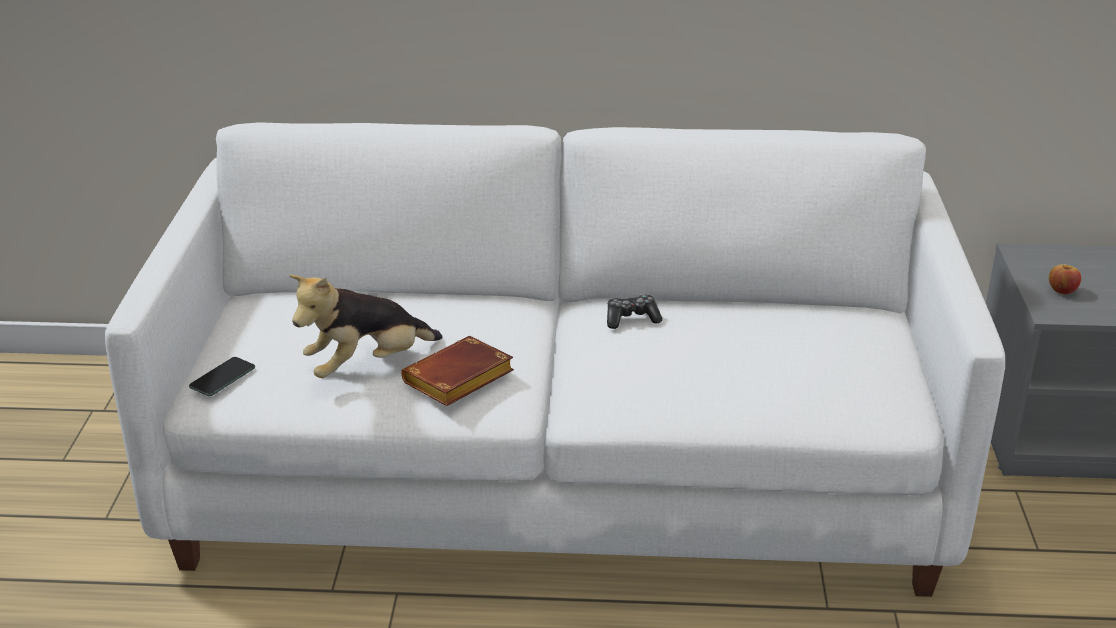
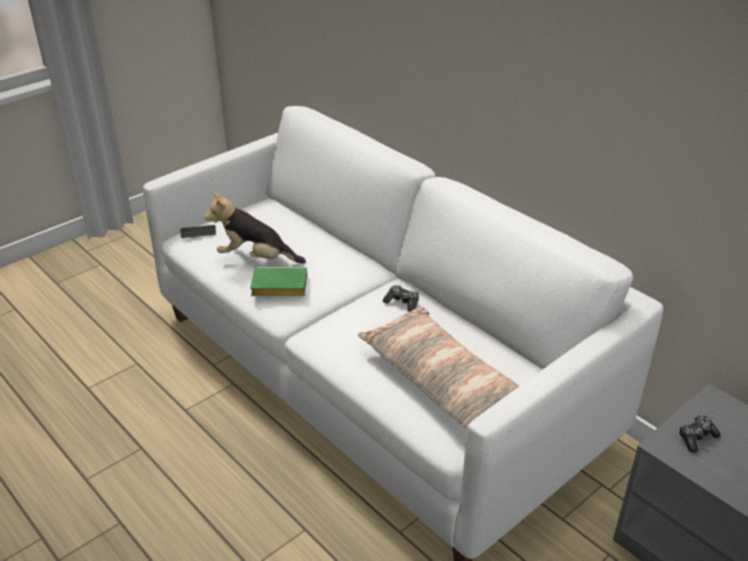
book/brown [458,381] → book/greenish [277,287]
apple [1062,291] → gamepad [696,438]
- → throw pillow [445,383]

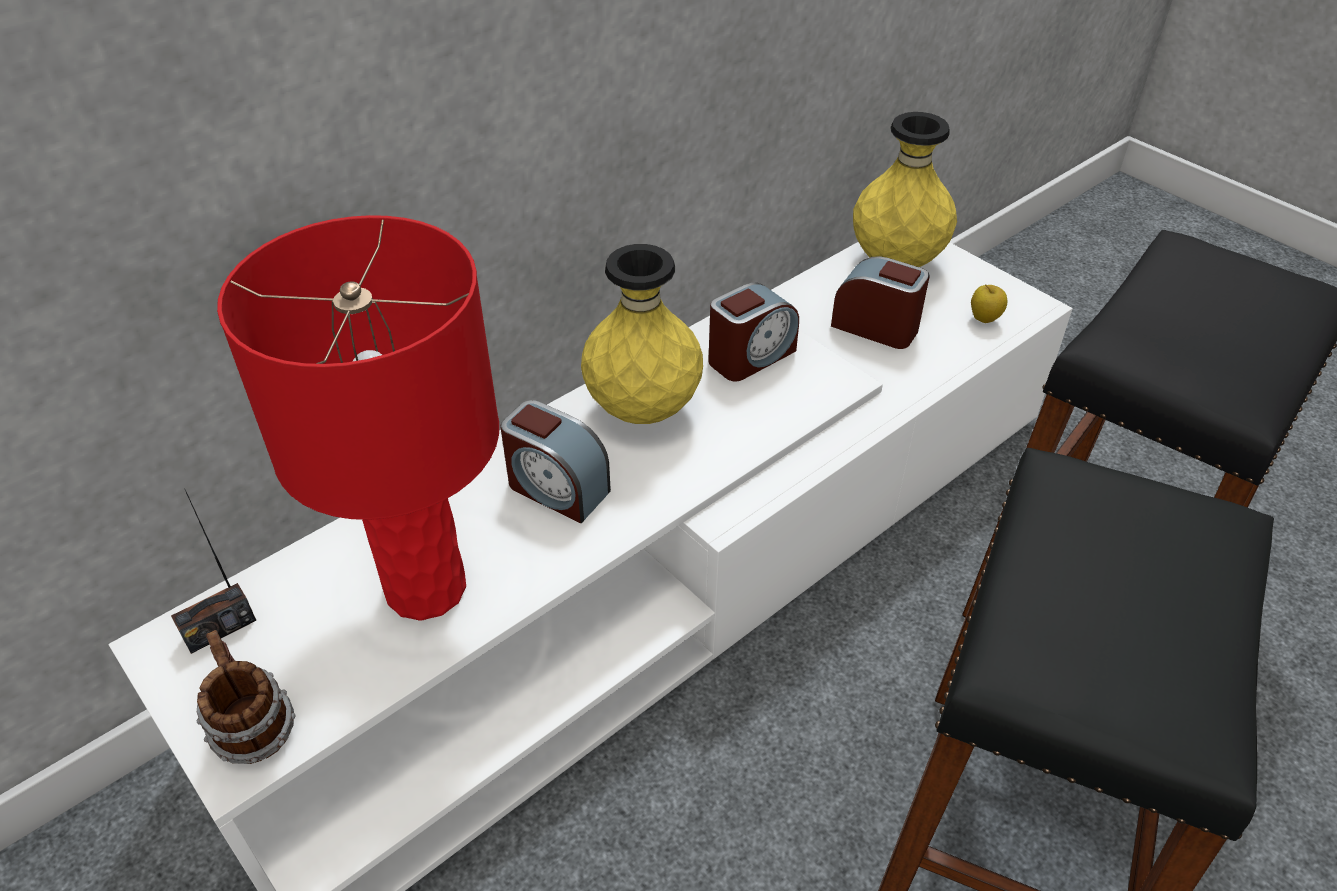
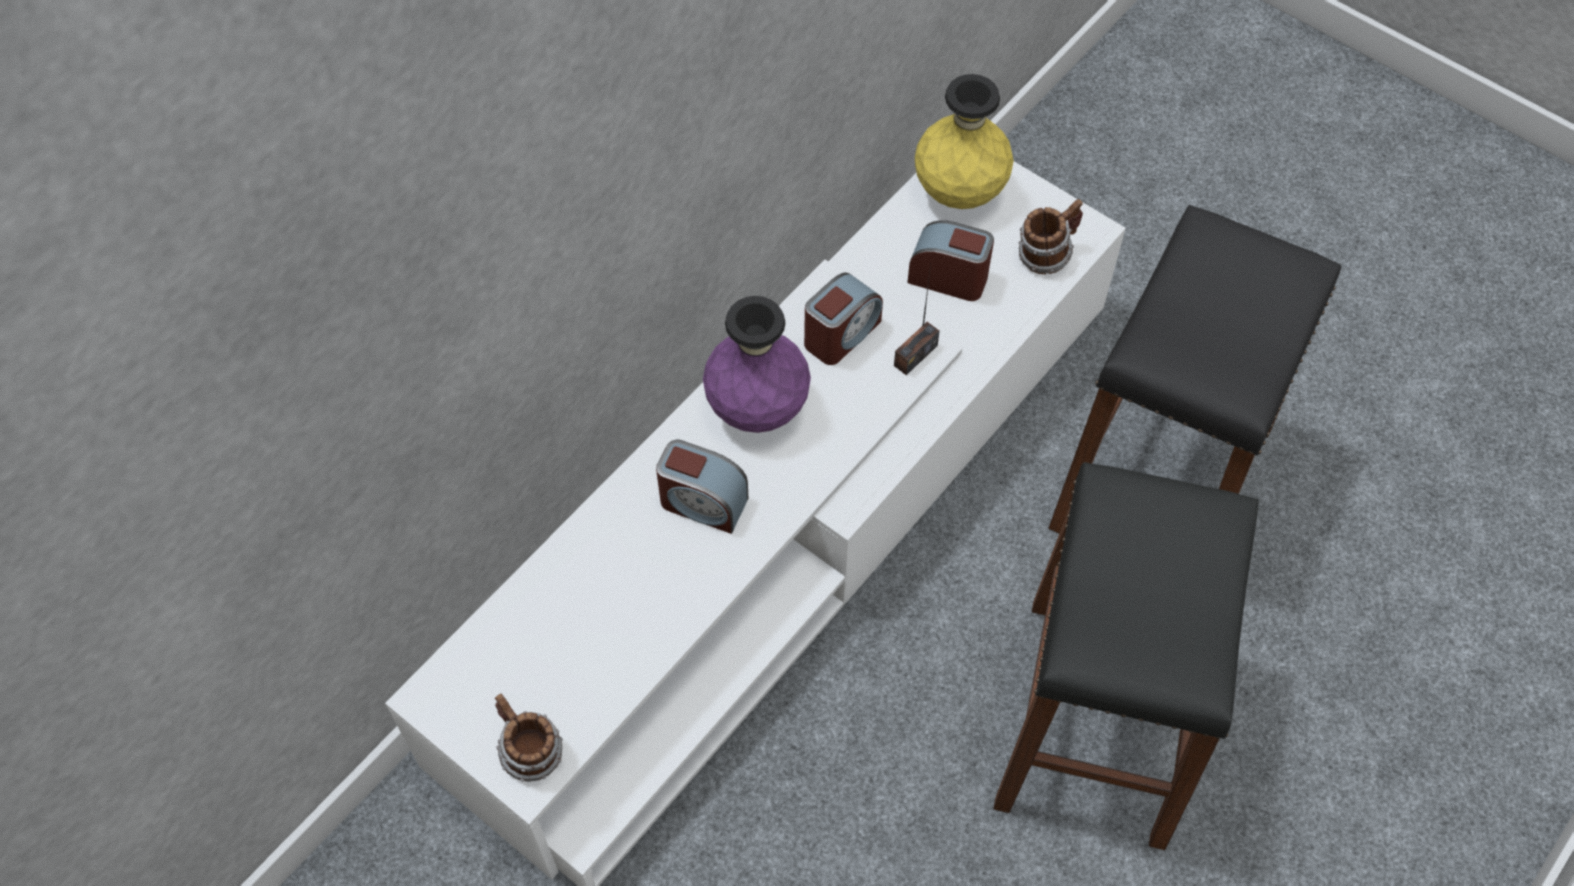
radio receiver [219,628] → radio receiver [915,355], move
table lamp/red-coloured [427,588] → -
flower vase/yellow-coloured [643,411] → flower vase/purple-coloured [757,410]
apple [984,320] → tea mug [1046,255]

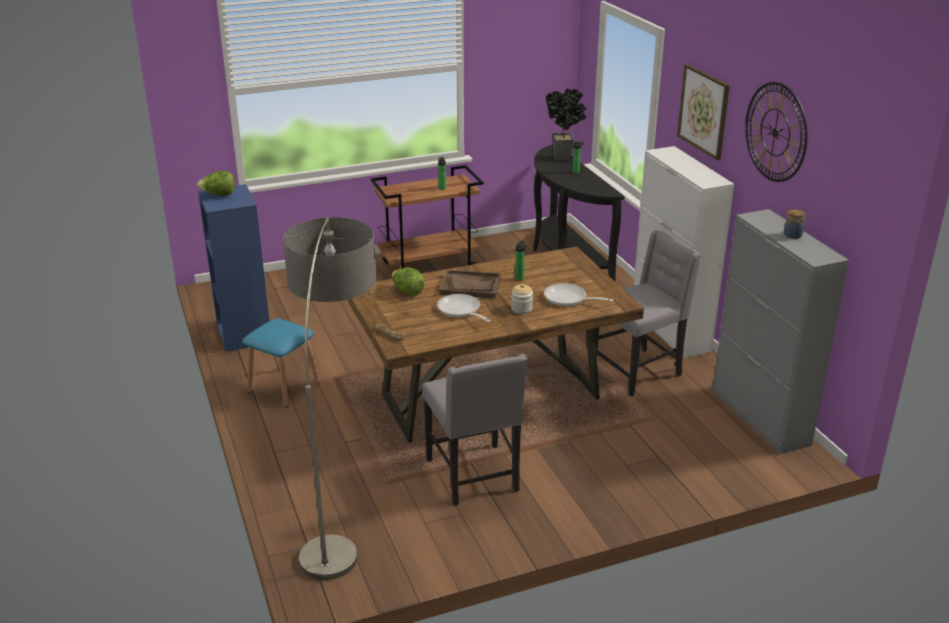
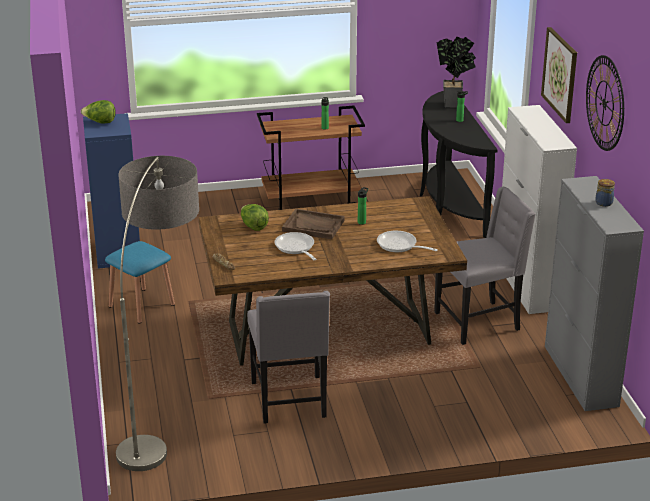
preserve jar [521,309] → -

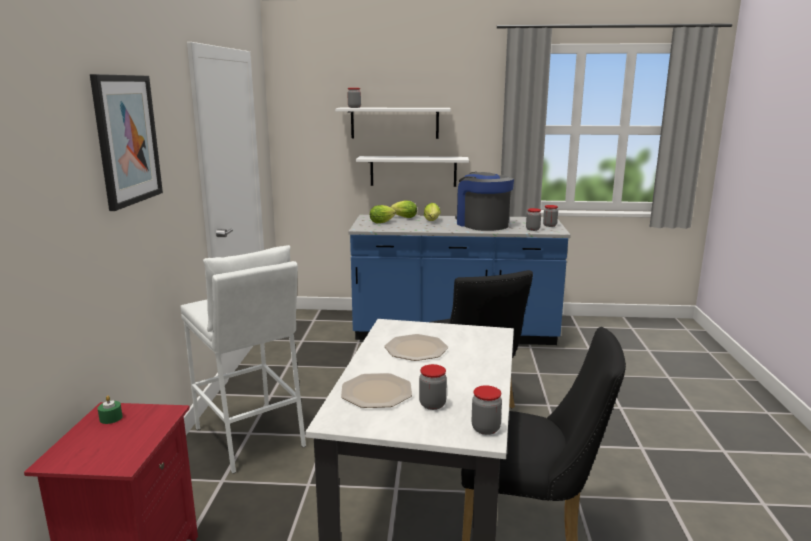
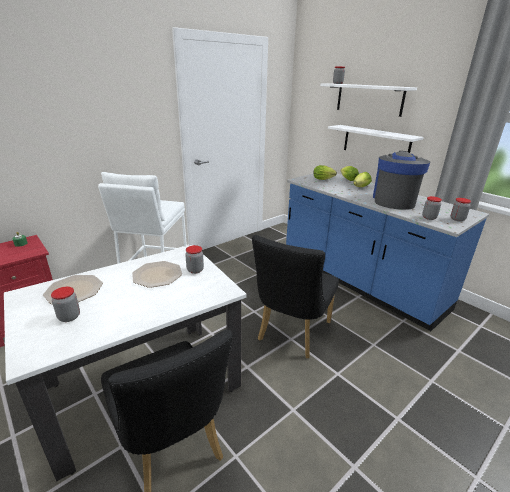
wall art [127,140] → -
preserve jar [485,429] → preserve jar [195,270], move

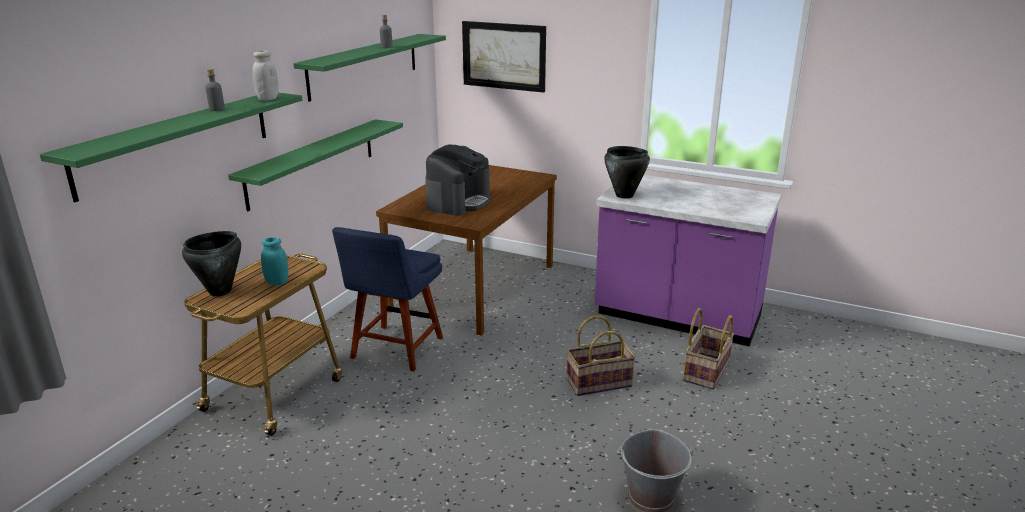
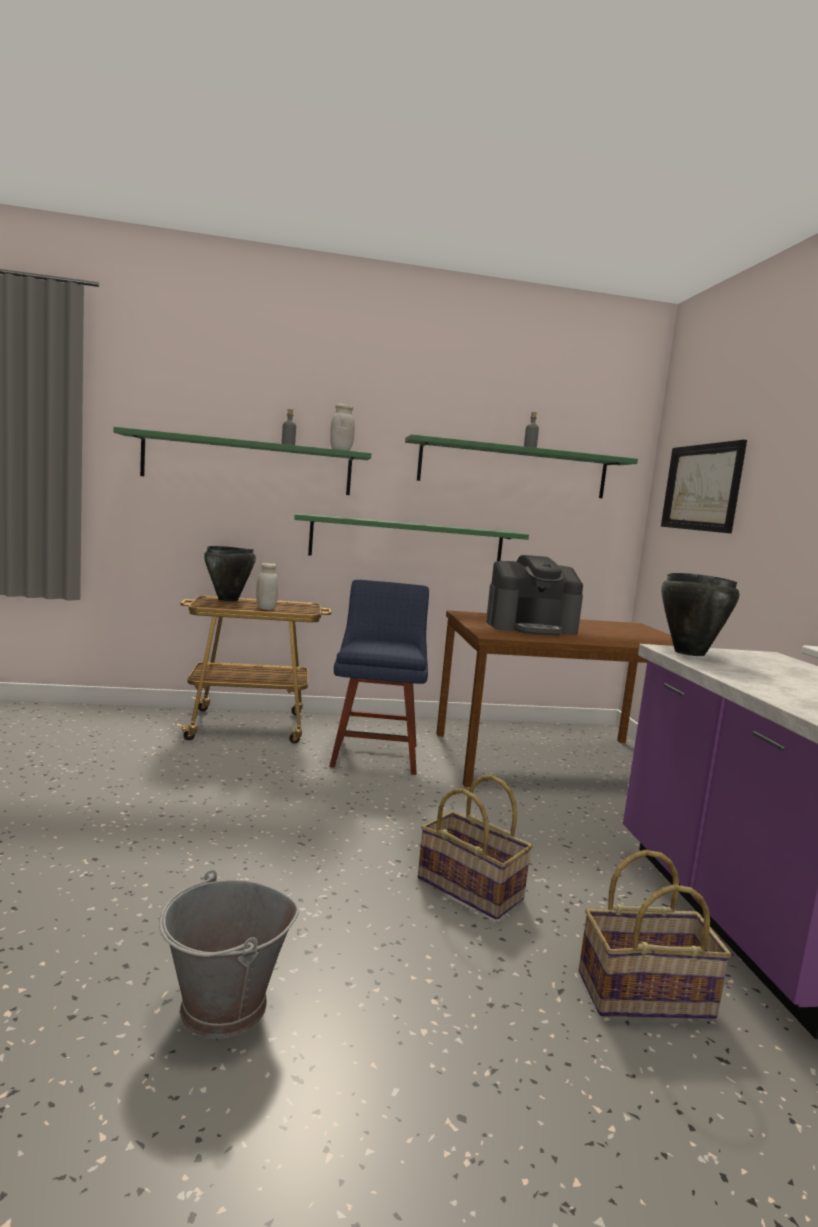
preserve jar/turquoise-coloured [277,282] → preserve jar/white [266,608]
plain chair/blue-coloured [395,350] → plain chair/blue-coloured [375,753], 105 degrees clockwise

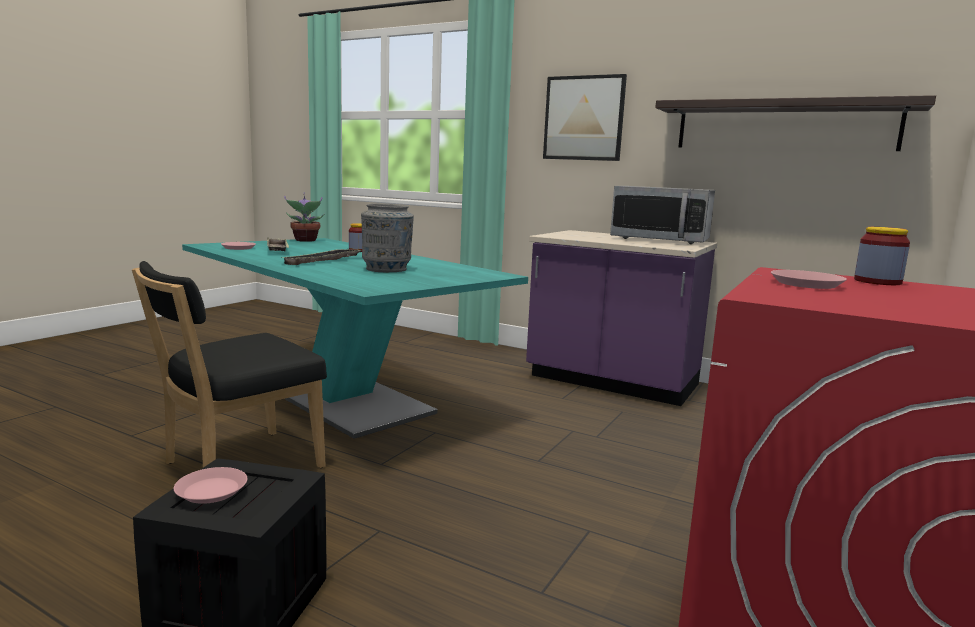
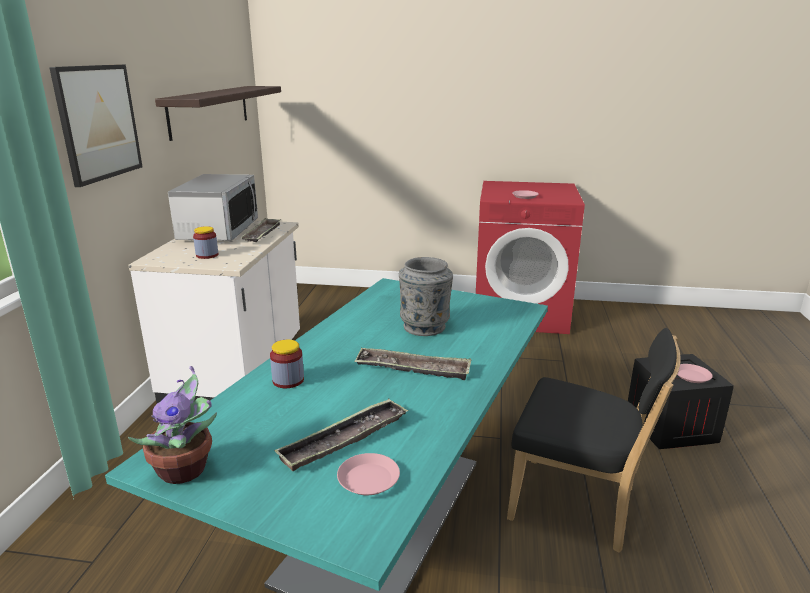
kitchen base unit/purple-coloured [611,382] → kitchen base unit/white [238,372]
preserve jar [877,281] → preserve jar [207,255], move
- → serving tray [262,234]

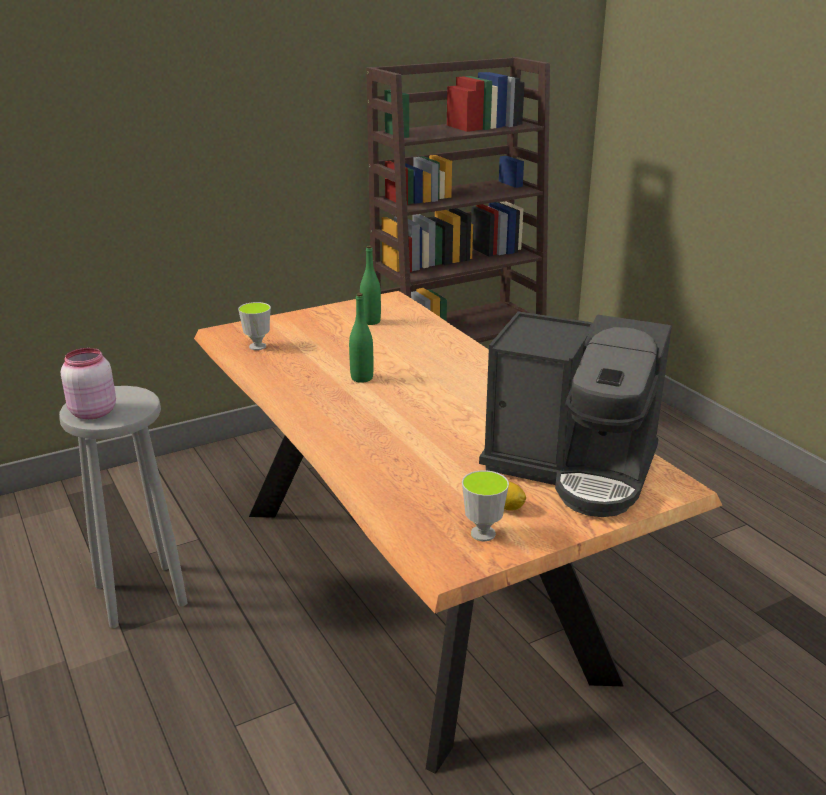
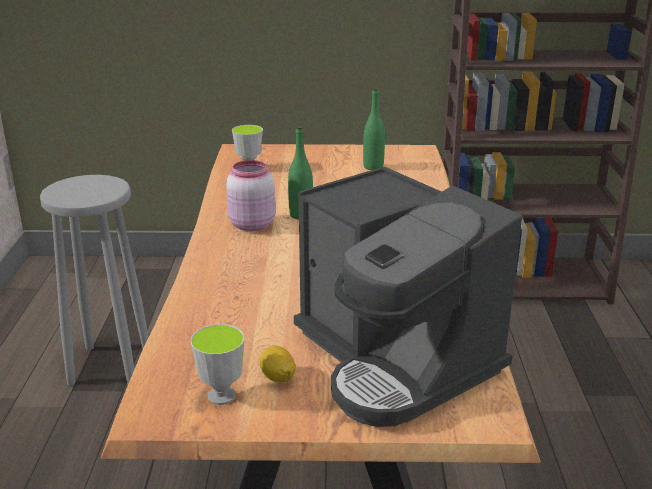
preserve jar/pinkish [92,412] → preserve jar/pinkish [251,224], move

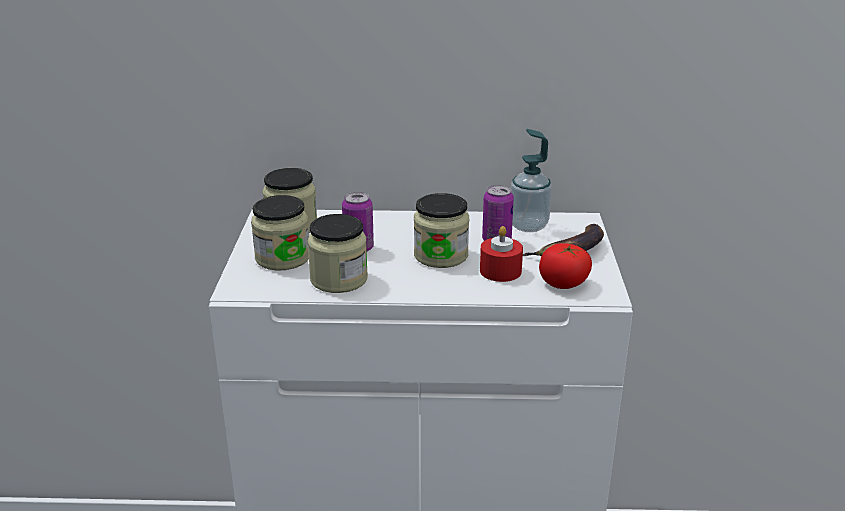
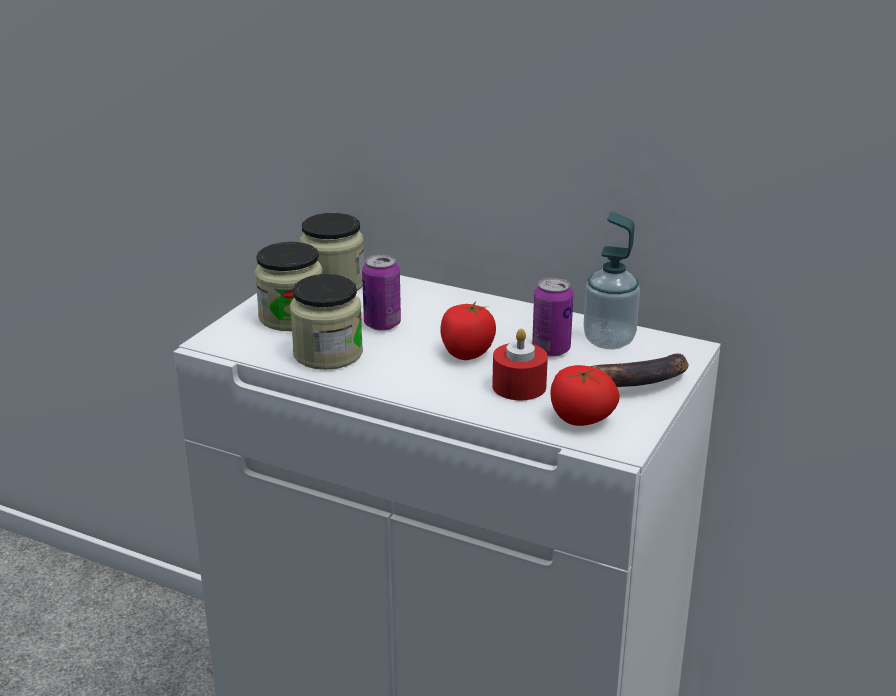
preserve jar [441,255] → fresh tomato [467,352]

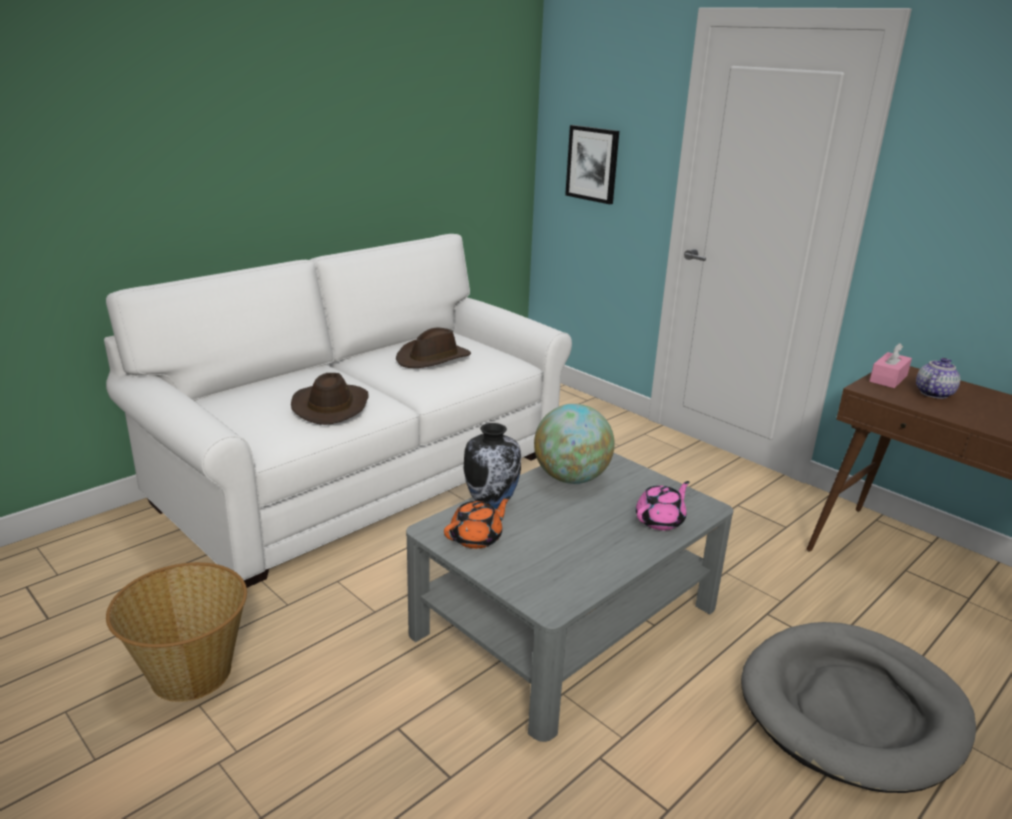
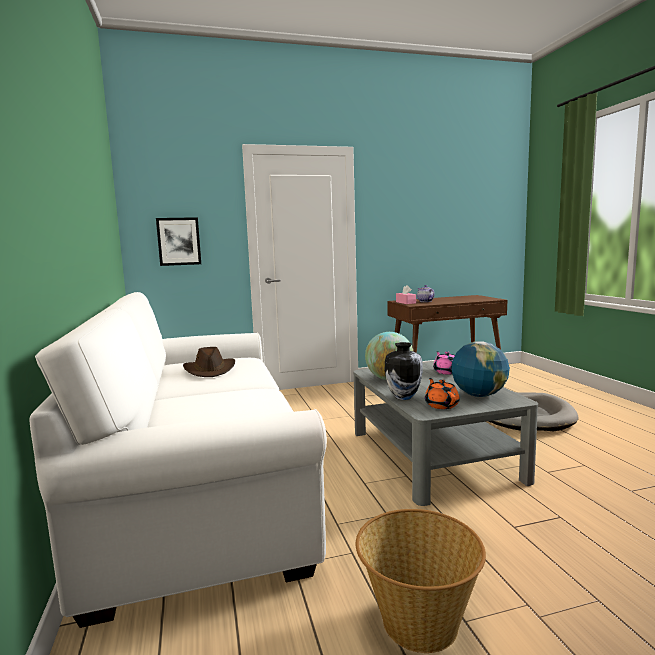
clothing hat/brown [331,406] → -
- → desk globe [479,395]

